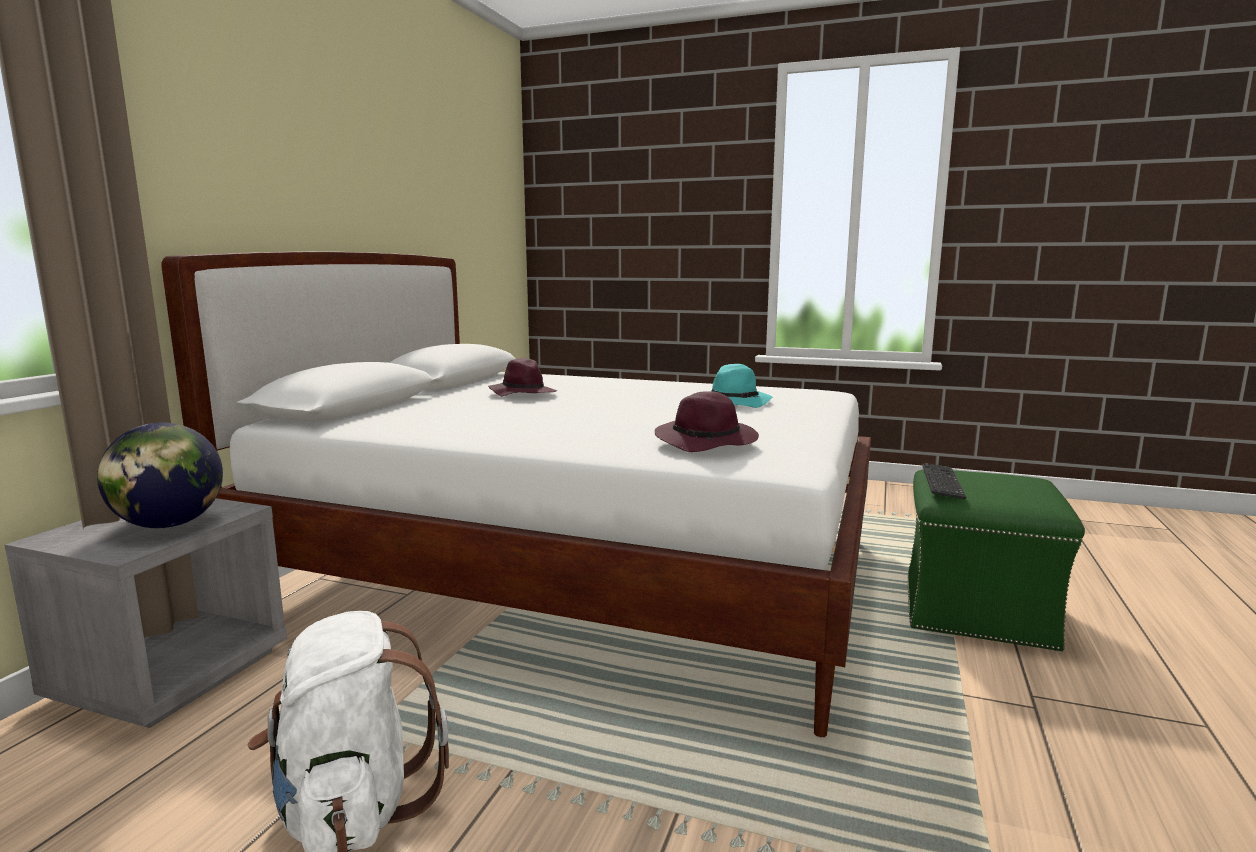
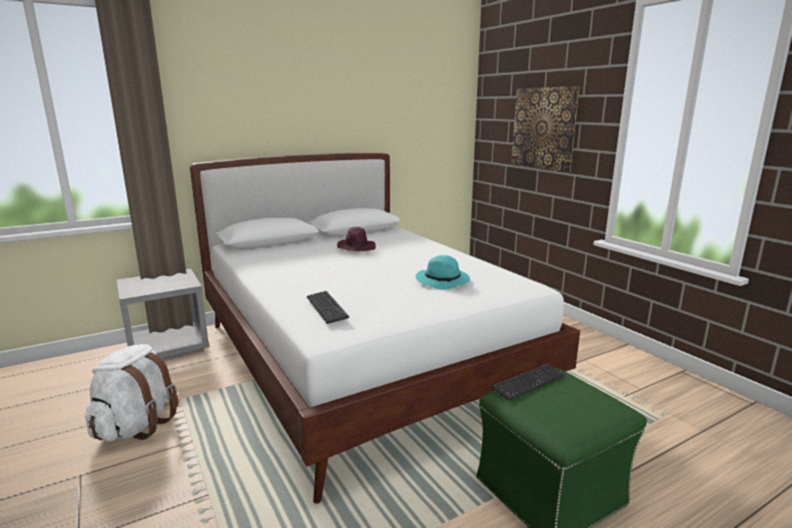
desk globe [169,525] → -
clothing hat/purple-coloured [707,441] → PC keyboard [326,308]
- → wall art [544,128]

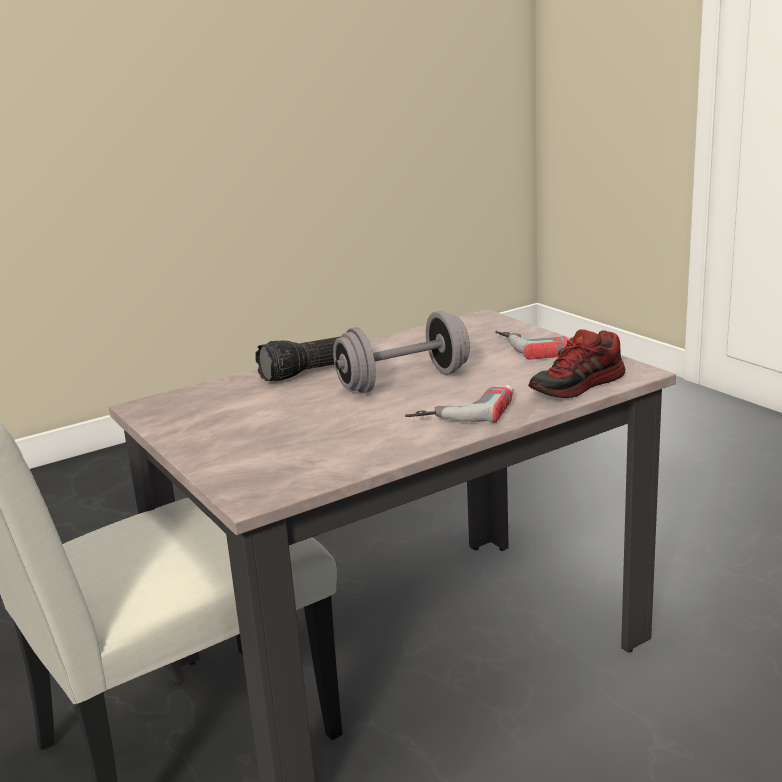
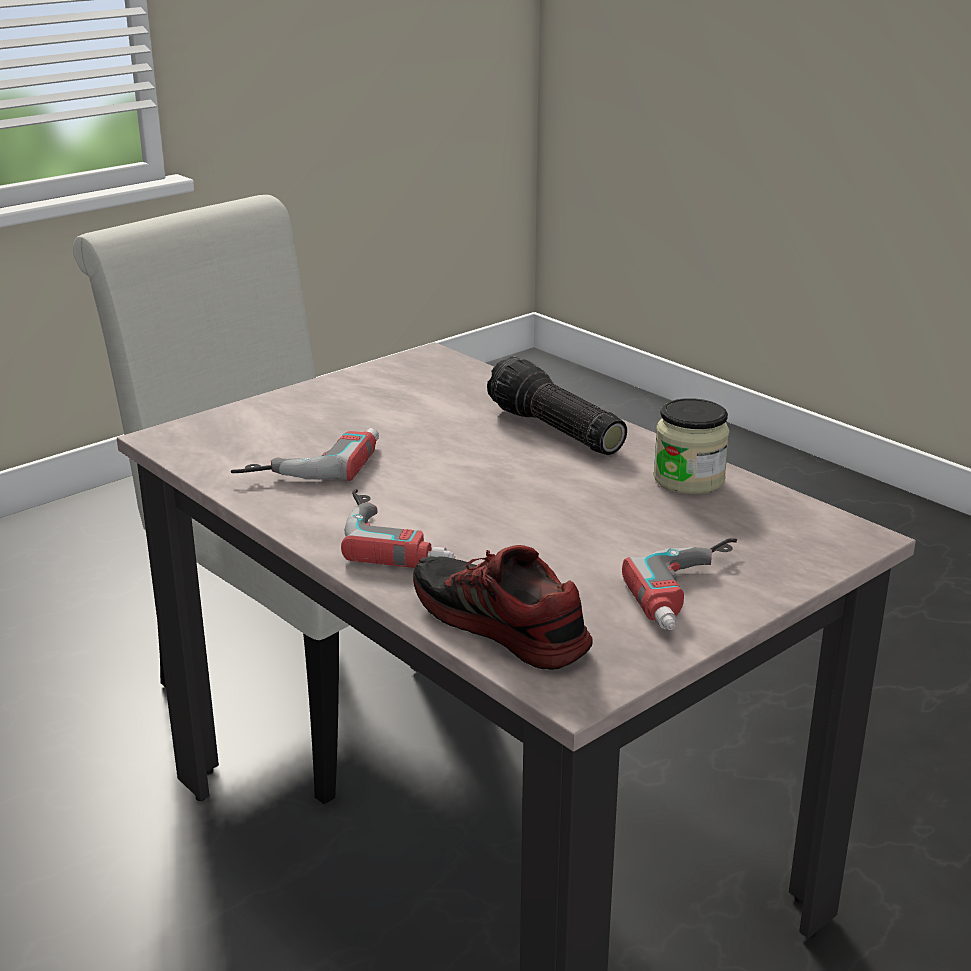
hand weight/grey [403,381] → -
- → power drill [310,462]
- → preserve jar [689,479]

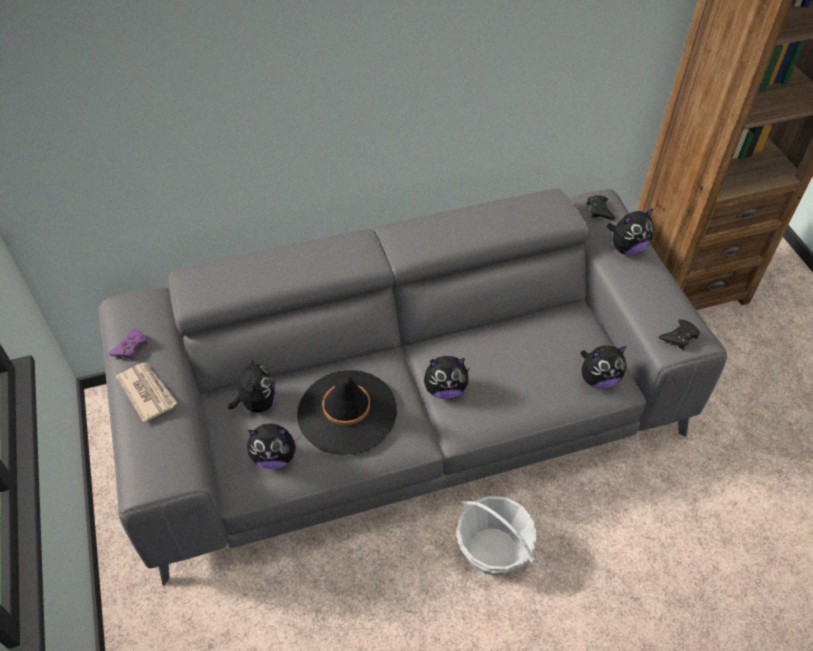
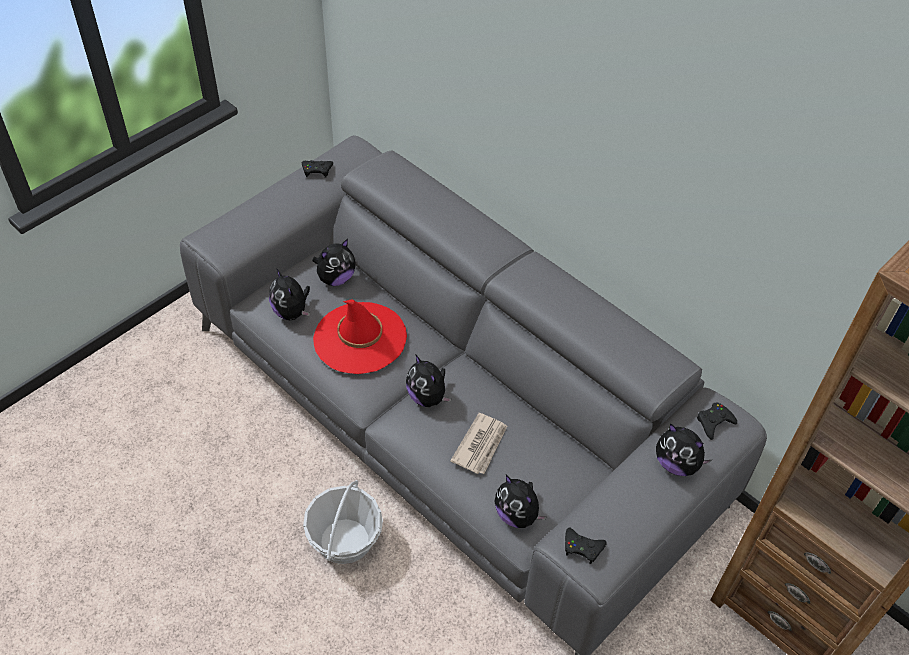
gamepad/purple-coloured [130,347] → gamepad/black-coloured [317,170]
newspaper [147,392] → newspaper [481,445], move
clothing hat/black-coloured [347,412] → clothing hat/red-coloured [360,338]

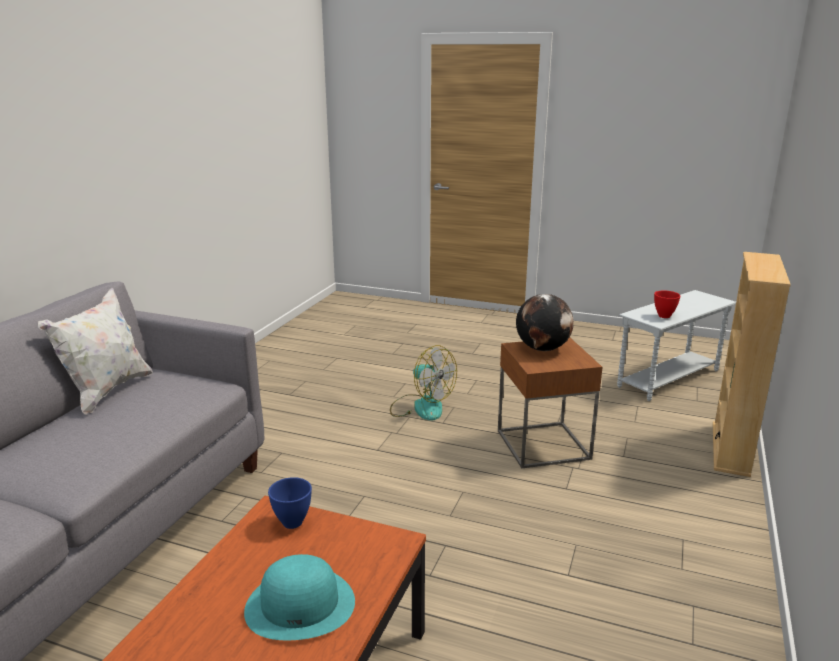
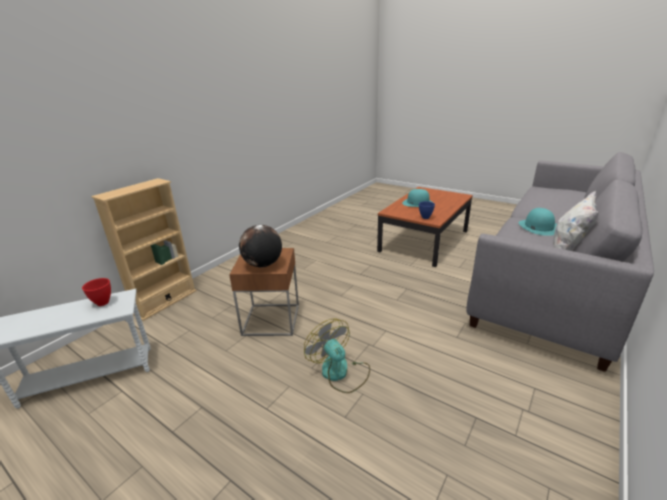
- → clothing hat/turquoise-coloured [538,227]

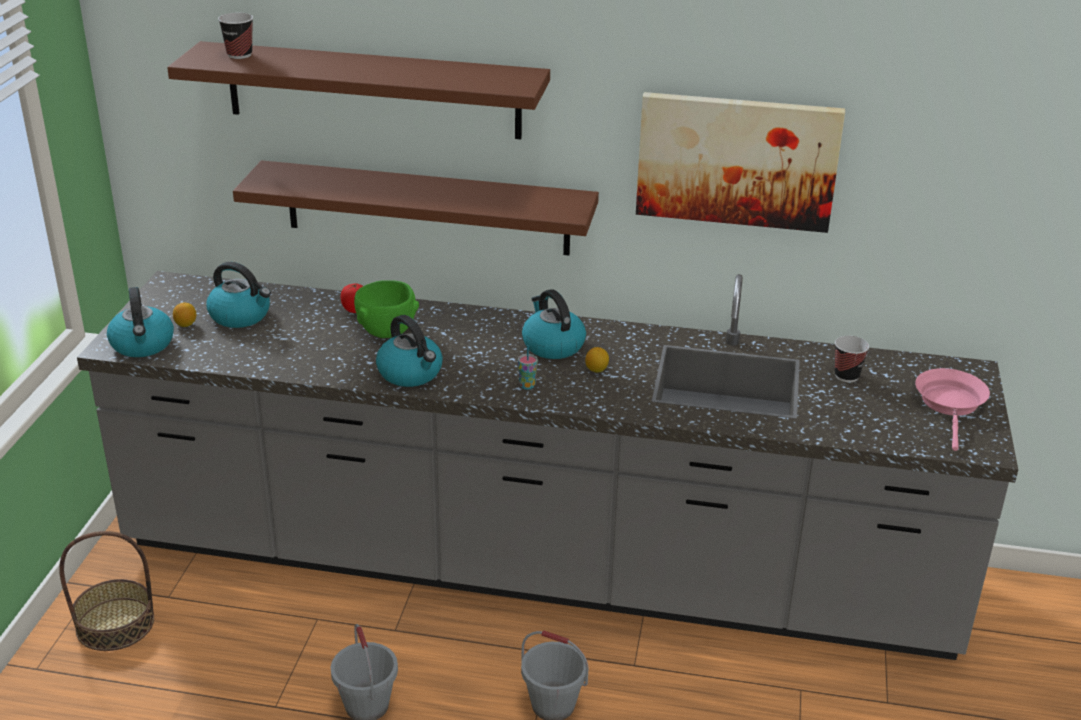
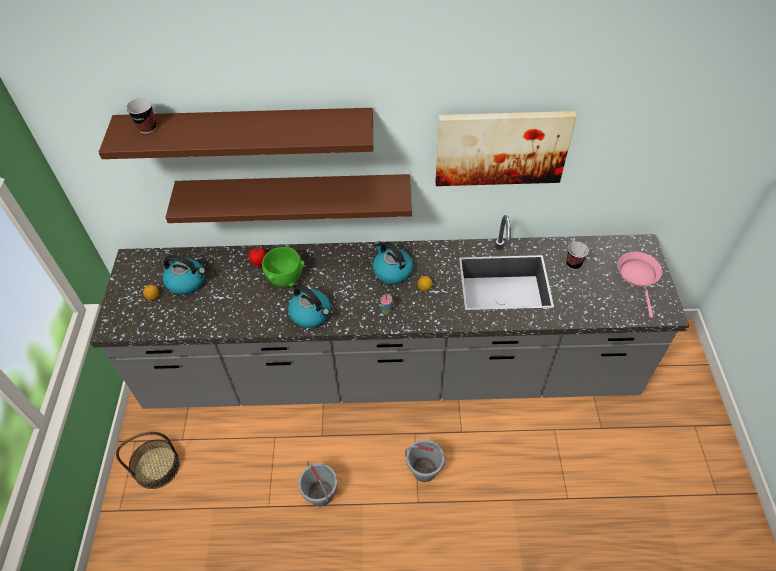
kettle [143,345] → -

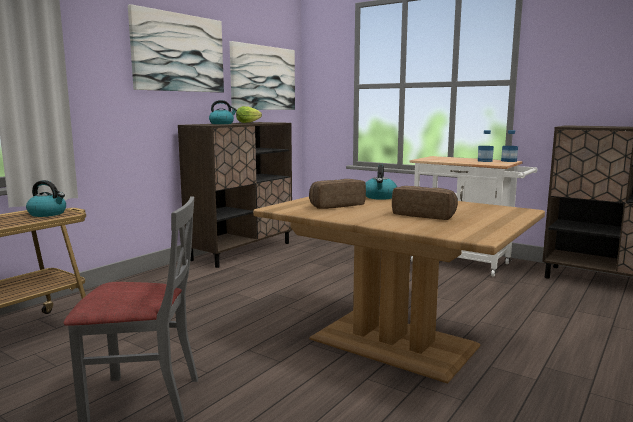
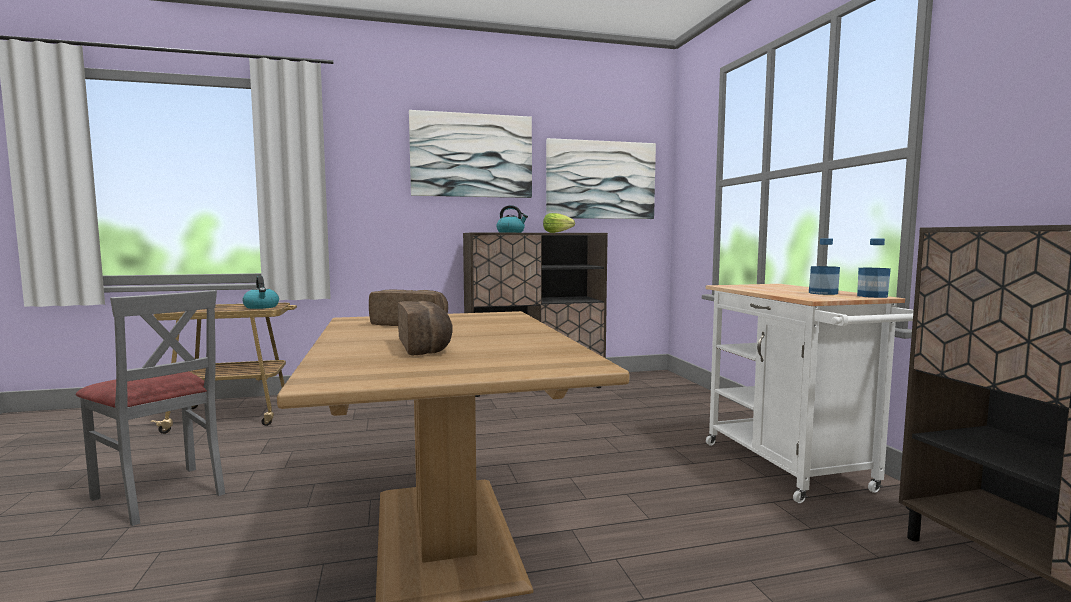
kettle [380,197] → -

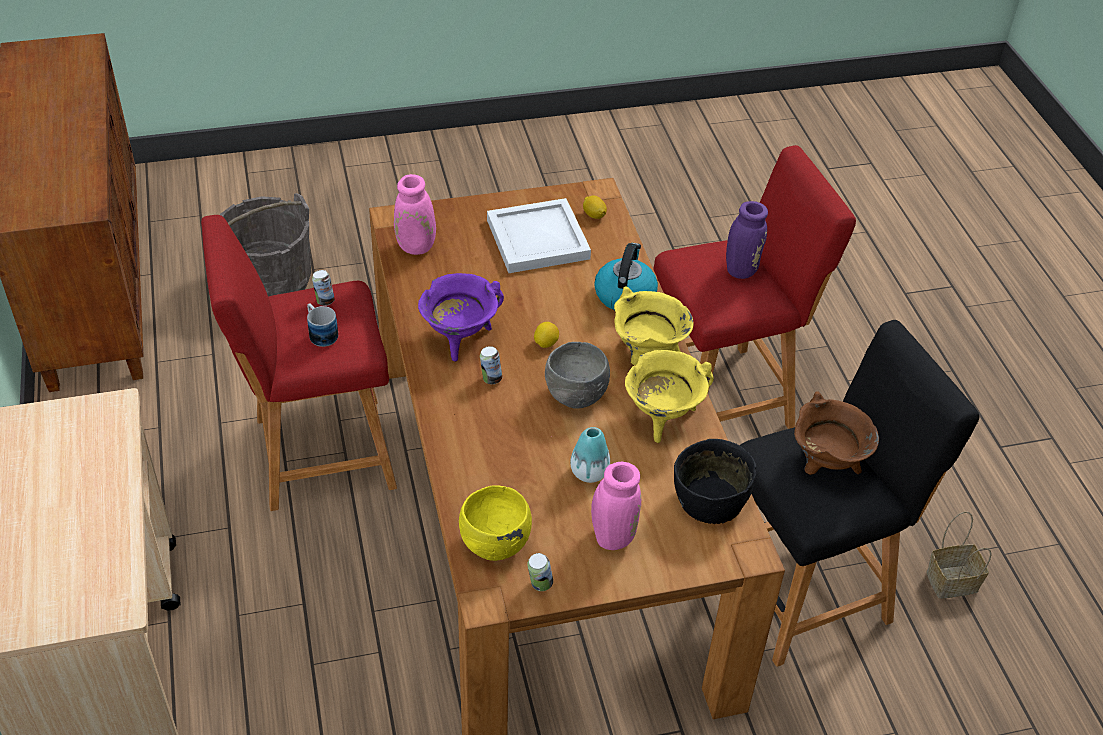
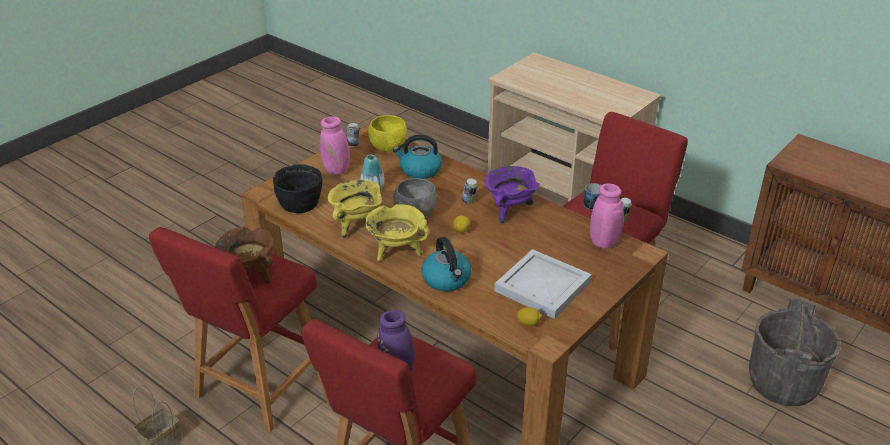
stool/black-coloured [808,588] → stool/red-coloured [257,388]
- → kettle [420,170]

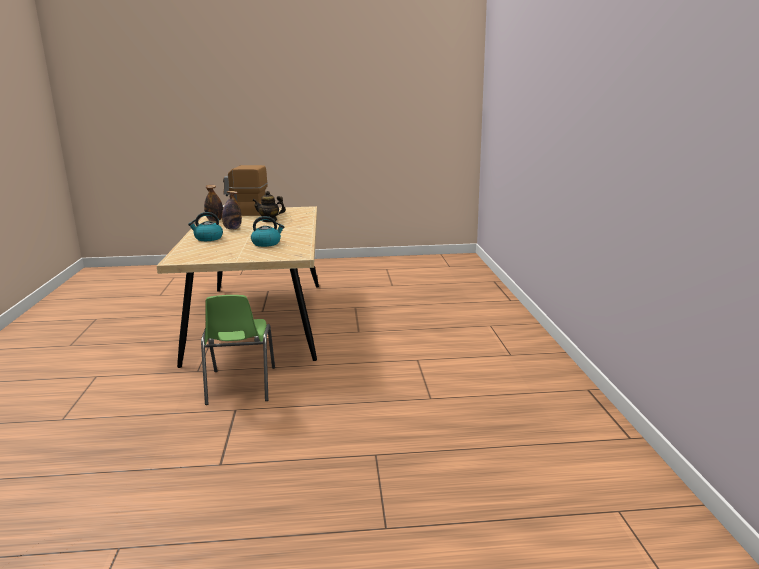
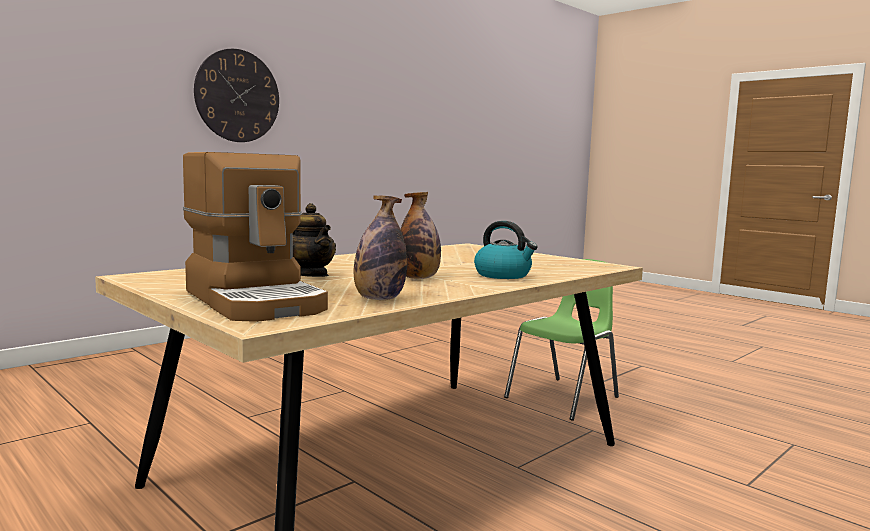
kettle [267,243] → -
- → clock on the wall [237,96]

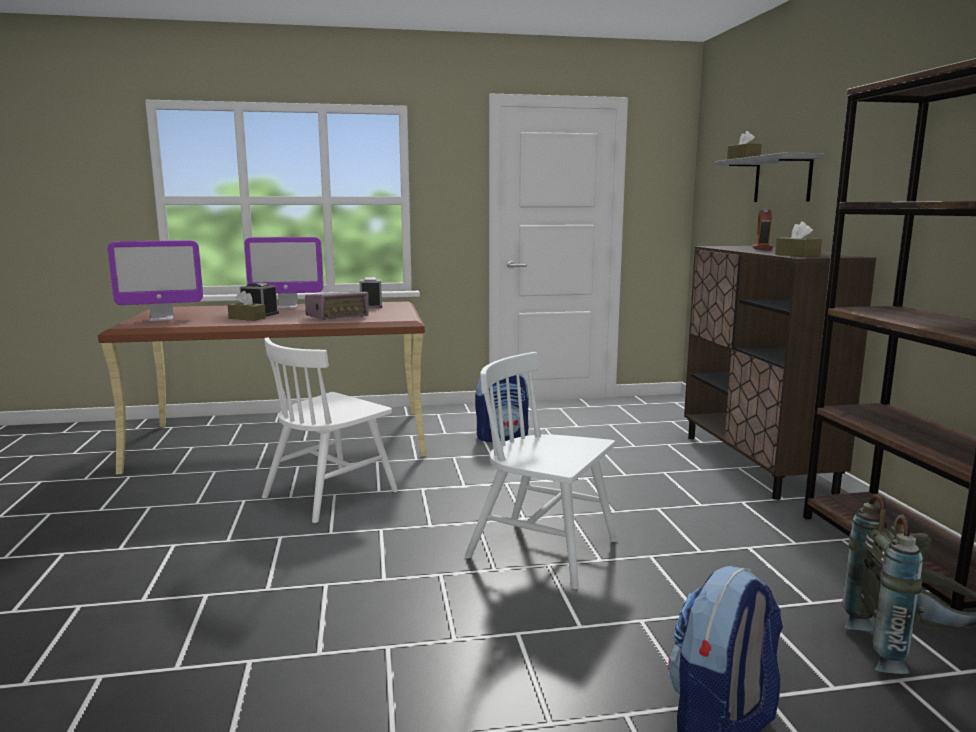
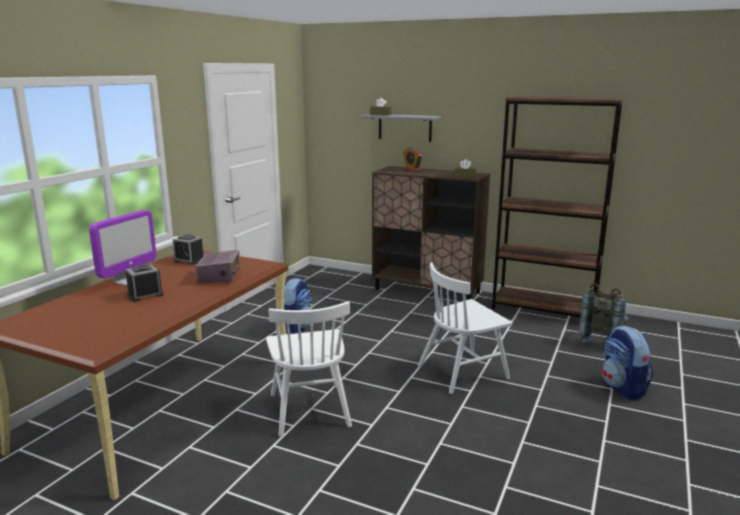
computer display [161,319] → -
tissue holder/brown [247,318] → -

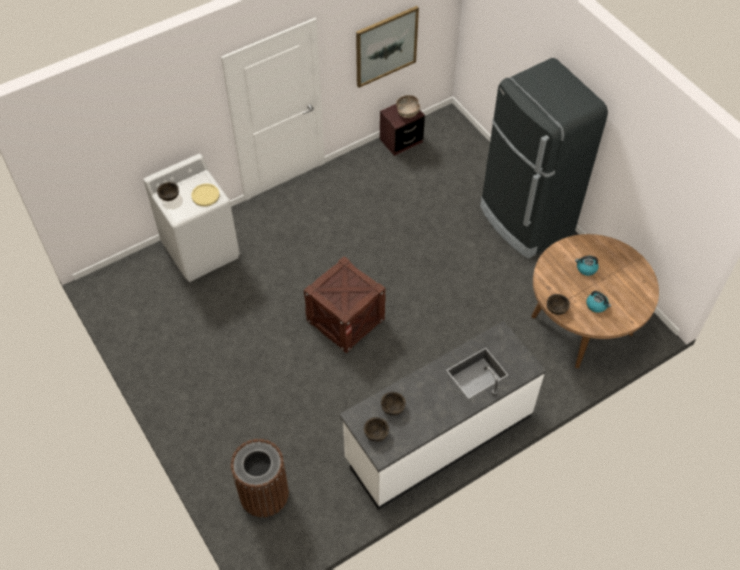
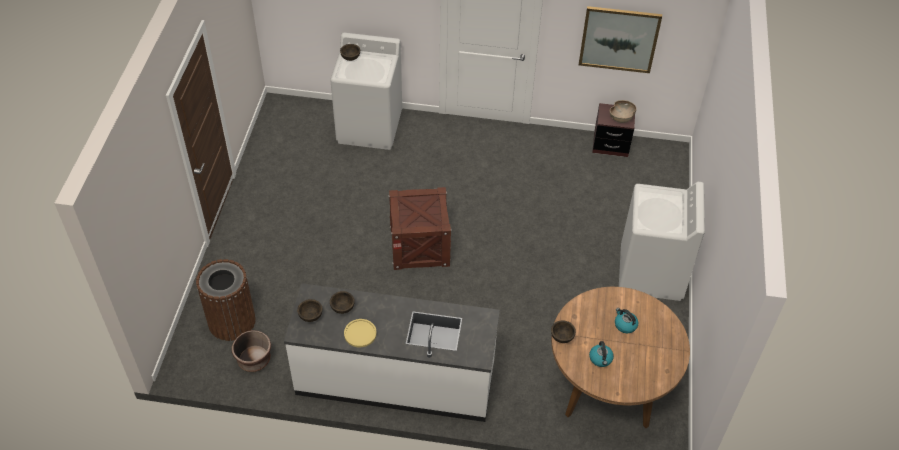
flat dish/yellow-coloured [205,195] → flat dish/yellow-coloured [360,333], move
refrigerator/black-coloured [525,221] → washing machine/white [651,273]
- → plant pot/brown [254,360]

